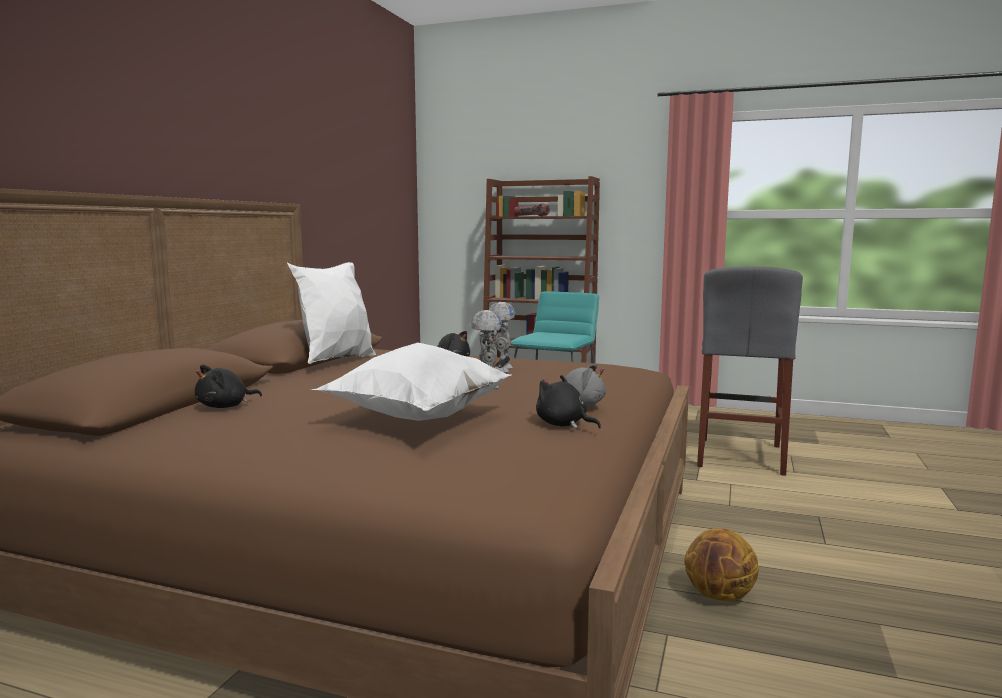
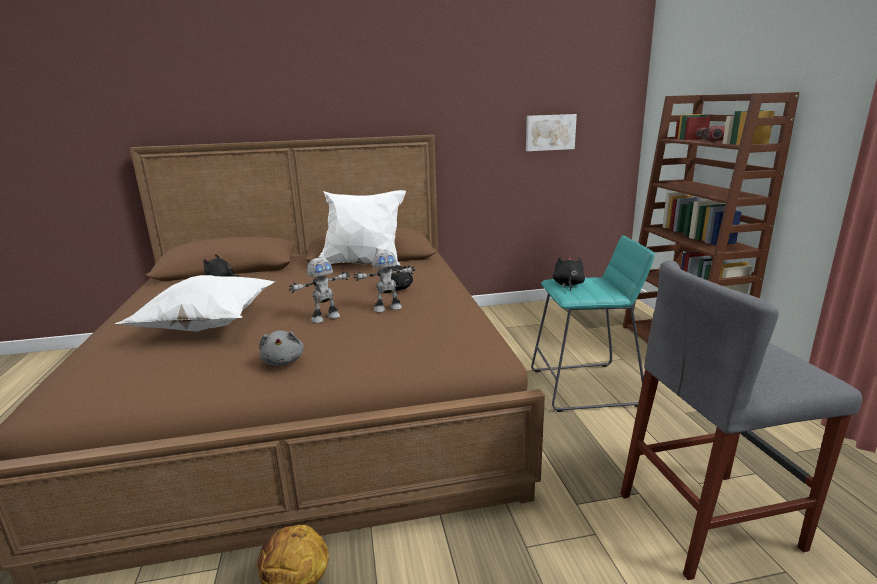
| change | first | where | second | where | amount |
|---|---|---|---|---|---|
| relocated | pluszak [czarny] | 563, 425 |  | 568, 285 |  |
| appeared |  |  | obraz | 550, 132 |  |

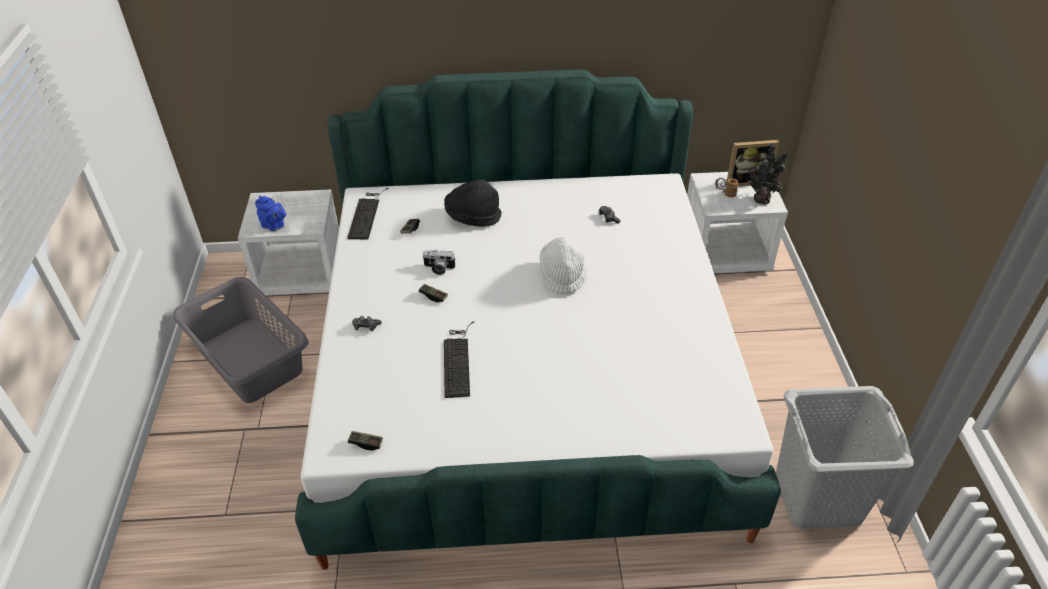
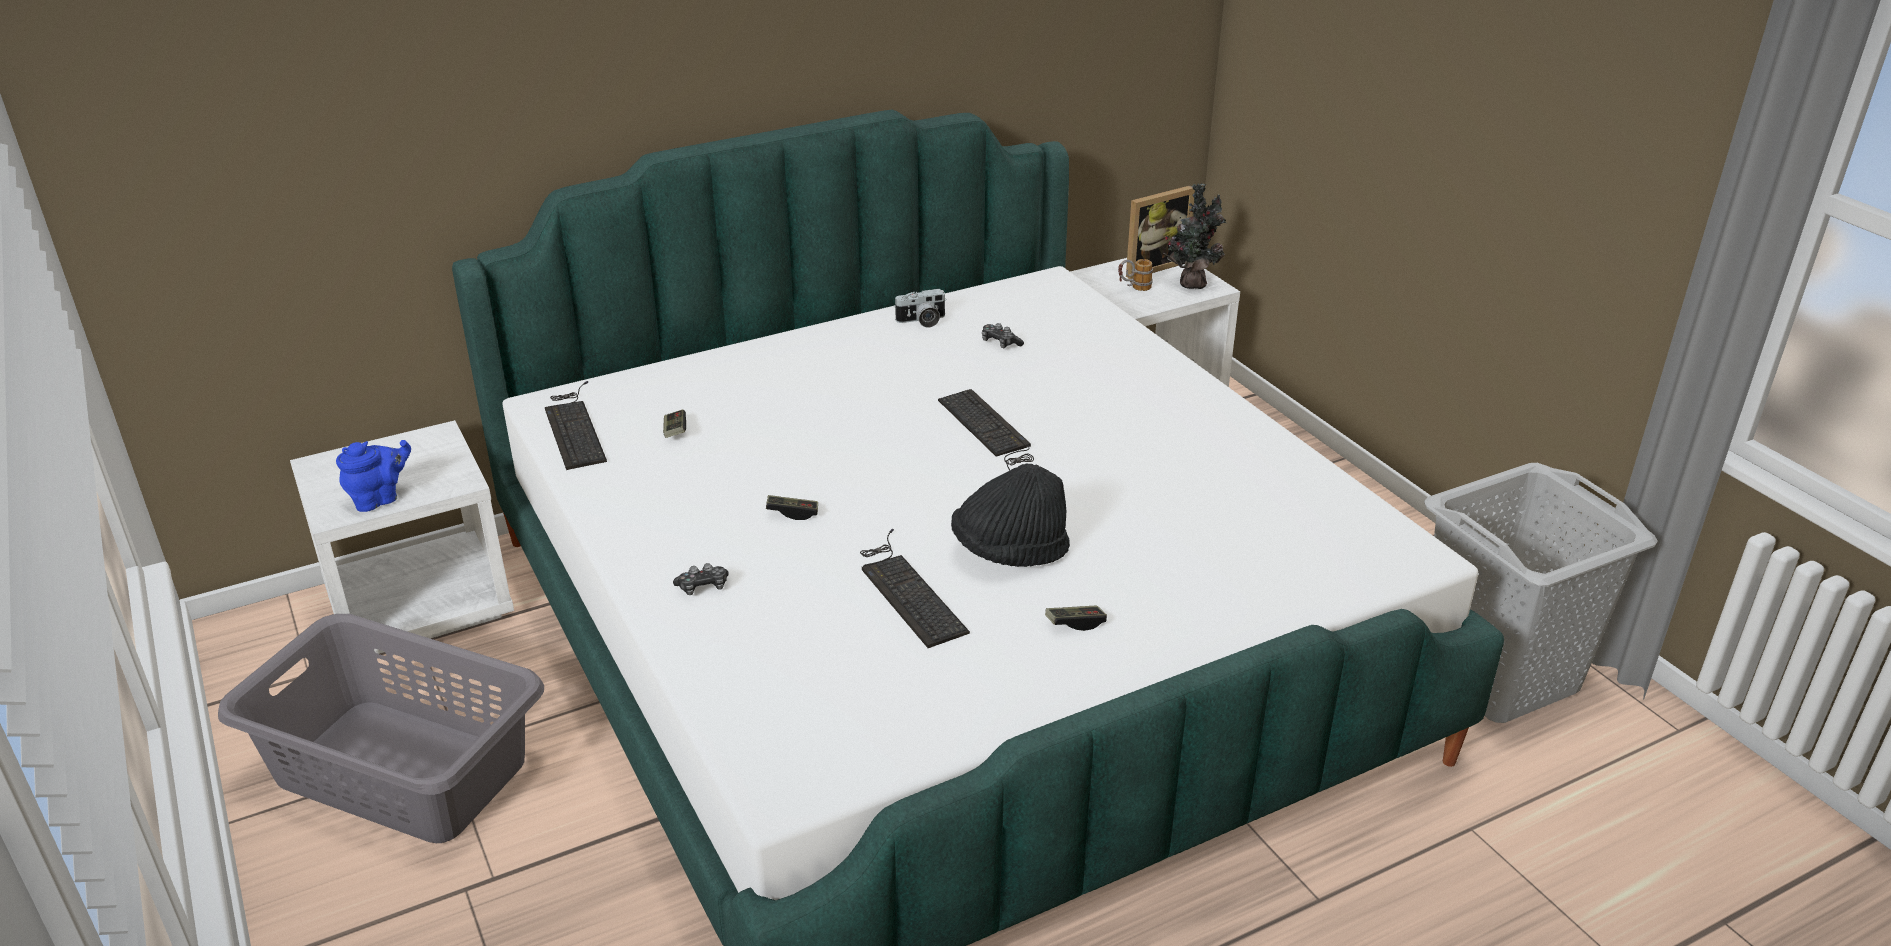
| change | first | where | second | where | amount |
|---|---|---|---|---|---|
| relocated | kapelusz [czarny] | 473, 217 |  | 1010, 551 |  |
| spun | imbryk [niebieski] | 274, 226 |  | 380, 499 | 45 degrees counterclockwise |
| exchanged | kapelusz [biały] | 563, 274 | klawiatura | 988, 431 |  |
| relocated | aparat fotograficzny | 438, 268 |  | 922, 321 |  |
| relocated | pad do gier | 366, 443 |  | 1075, 623 |  |

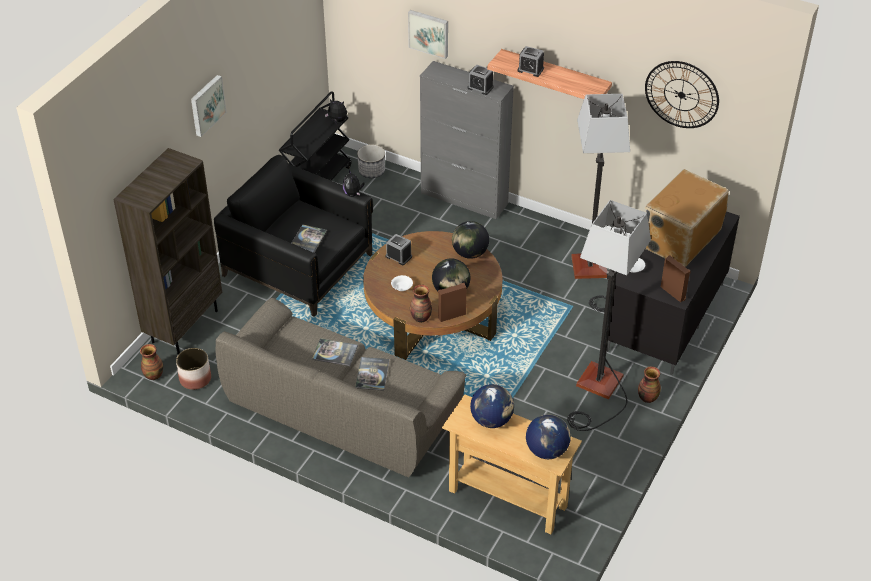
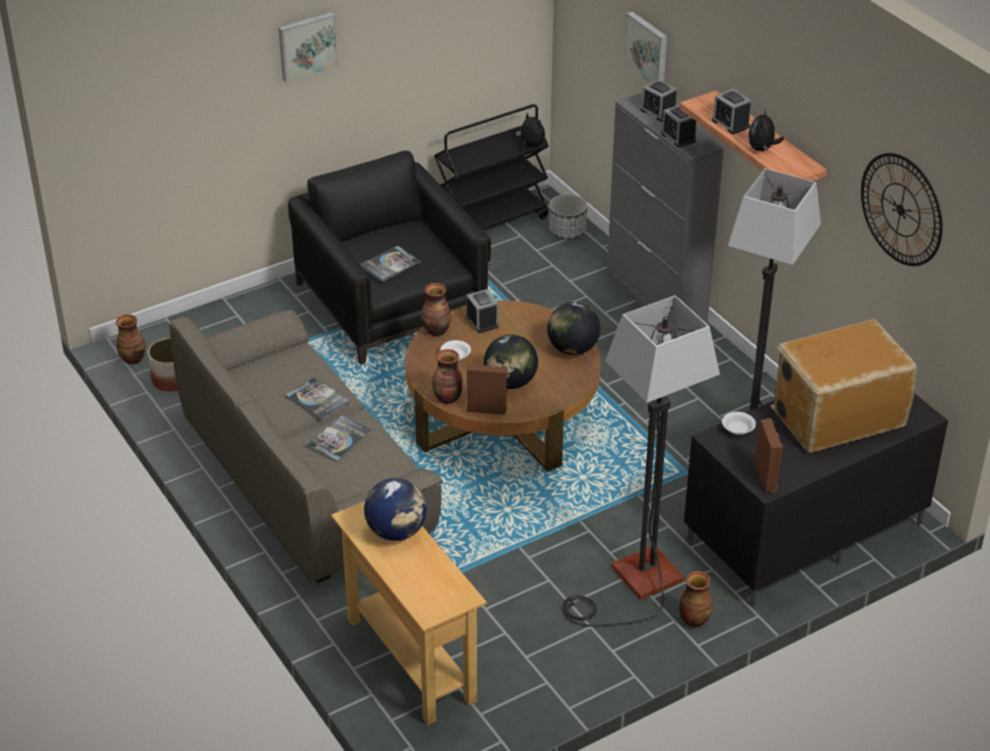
| change | first | where | second | where | amount |
|---|---|---|---|---|---|
| missing | regał [brązowy] | 184, 326 |  |  |  |
| relocated | pluszak | 353, 194 |  | 762, 149 |  |
| missing | globus | 547, 450 |  |  |  |
| appeared |  |  | budzik | 658, 112 |  |
| appeared |  |  | wazon | 437, 331 |  |

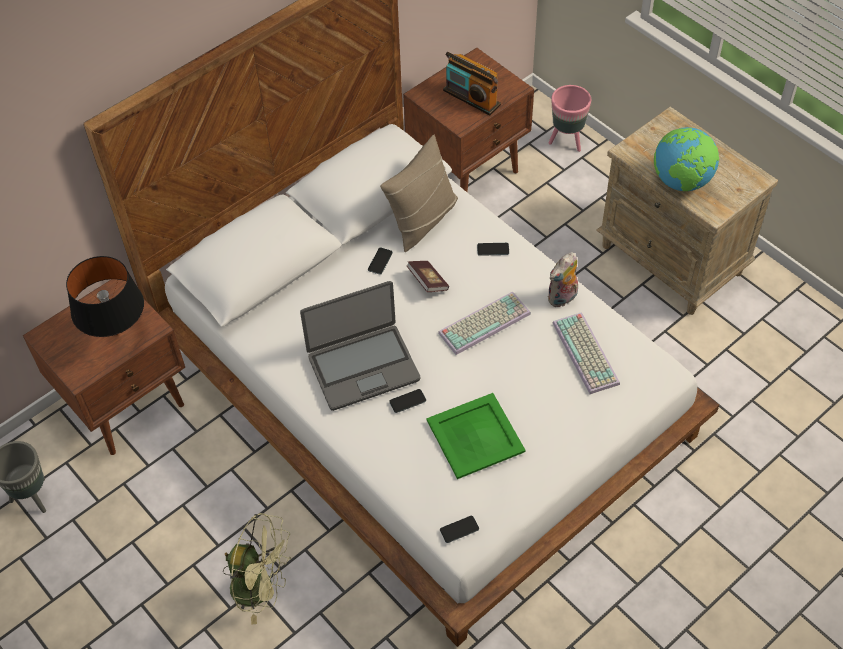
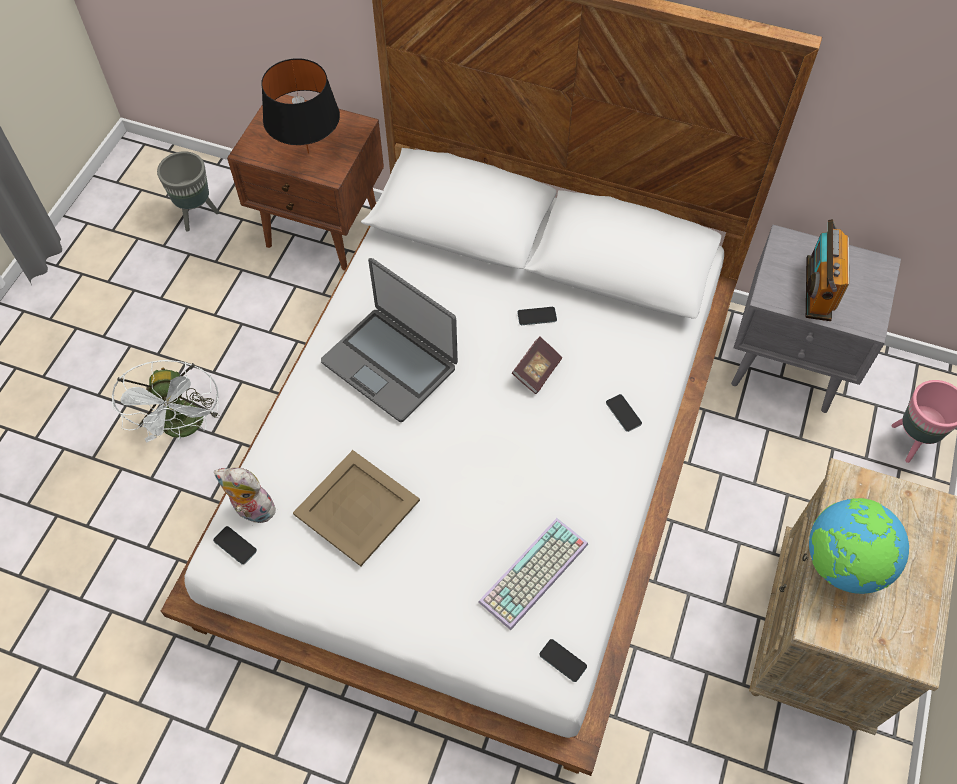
| change | first | where | second | where | amount |
|---|---|---|---|---|---|
| colour | szafka nocna [brązowy] | 468, 171 | szafka nocna [szary] | 789, 364 |  |
| missing | poduszka [beżowy] | 422, 220 |  |  |  |
| relocated | pluszak | 562, 298 |  | 251, 511 |  |
| missing | klawiatura | 484, 322 |  |  |  |
| relocated | telefon | 407, 401 |  | 563, 660 |  |
| colour | taca [zielony] | 476, 436 | taca [beżowy] | 357, 508 |  |
| colour | wentylator [zielony] | 261, 588 | wentylator [biały] | 185, 428 |  |

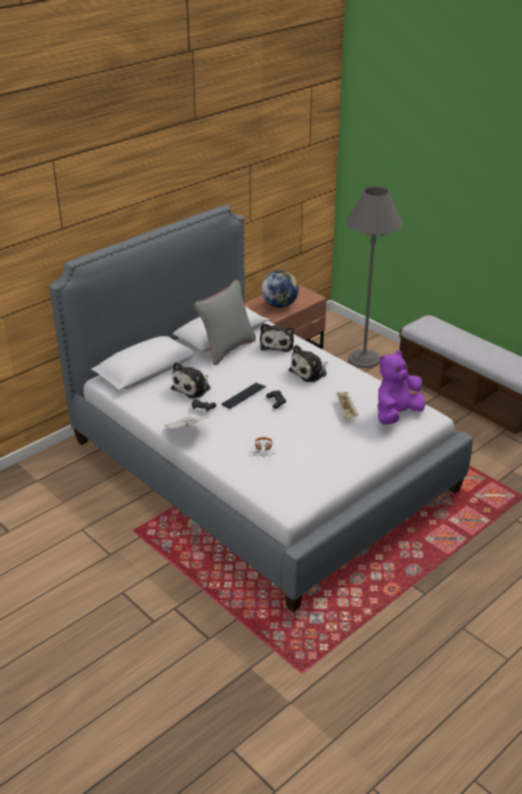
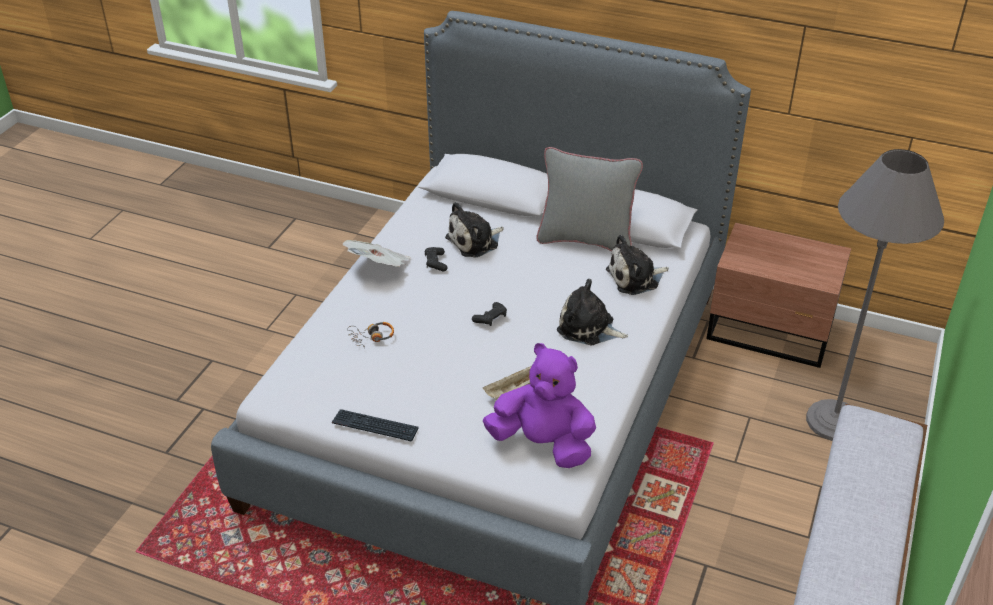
| change | first | where | second | where | amount |
|---|---|---|---|---|---|
| missing | globus | 280, 305 |  |  |  |
| spun | pluszak | 193, 388 |  | 475, 241 | 45 degrees counterclockwise |
| relocated | klawiatura | 243, 396 |  | 375, 426 |  |

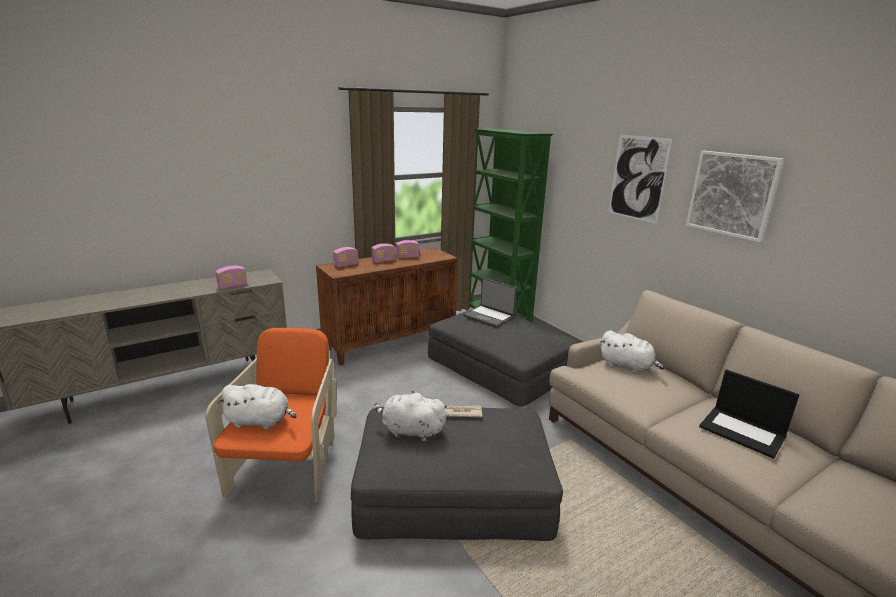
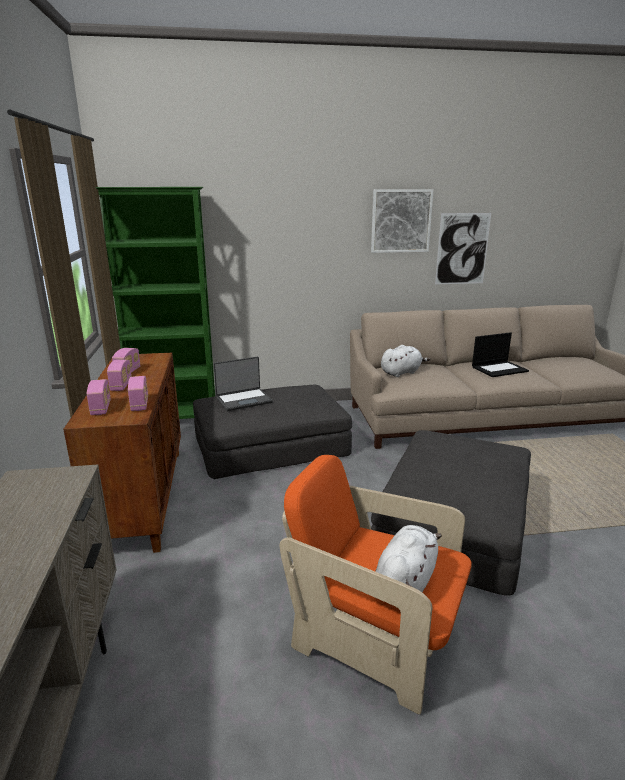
| change | first | where | second | where | amount |
|---|---|---|---|---|---|
| relocated | obraz | 638, 178 |  | 462, 249 |  |
| relocated | radio | 232, 286 |  | 140, 404 |  |
| missing | pluszak [biały] | 410, 431 |  |  |  |
| missing | gazeta | 460, 412 |  |  |  |

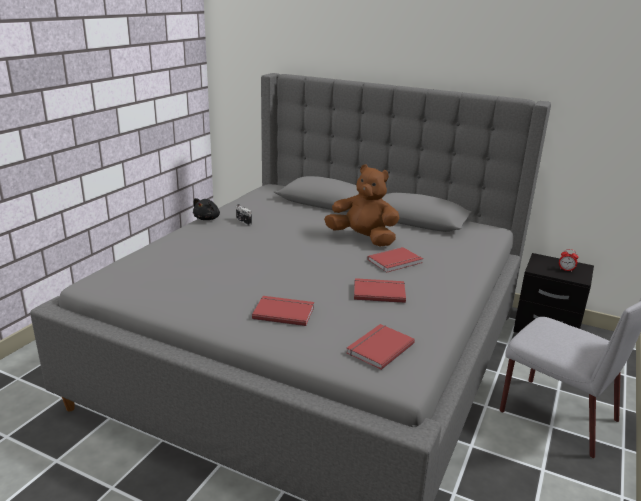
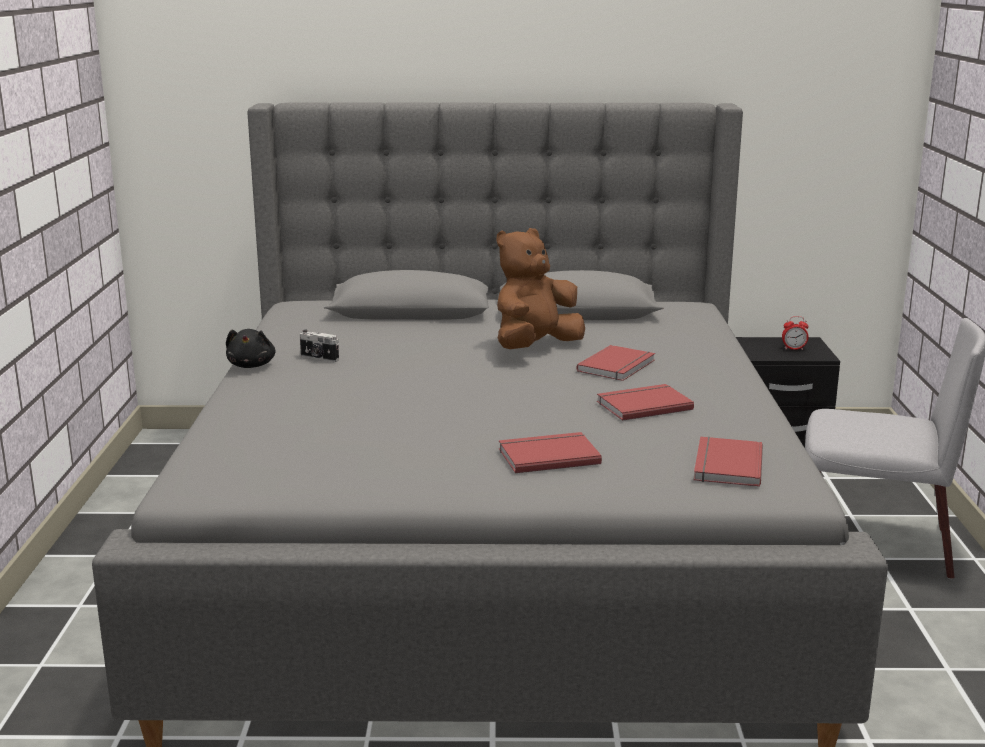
| change | first | where | second | where | amount |
|---|---|---|---|---|---|
| spun | pluszak [brązowy] | 363, 238 |  | 535, 347 | 45 degrees counterclockwise |

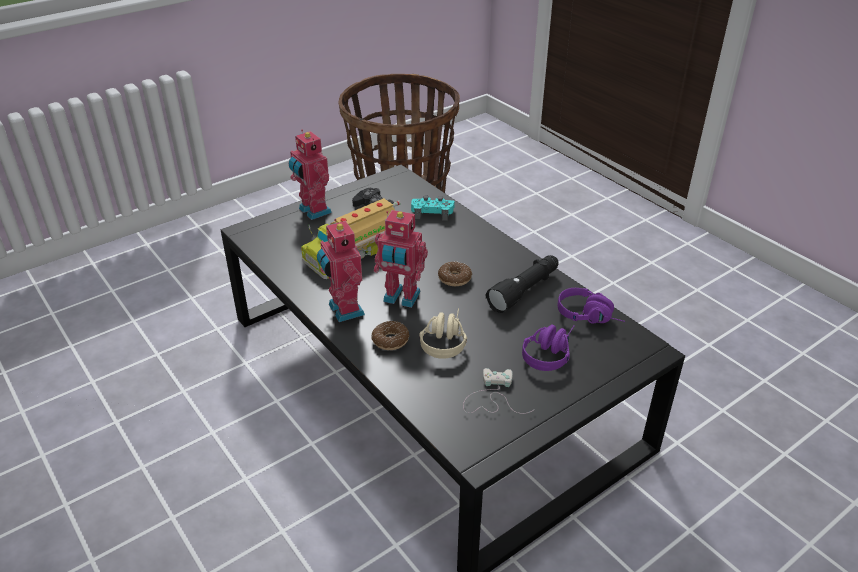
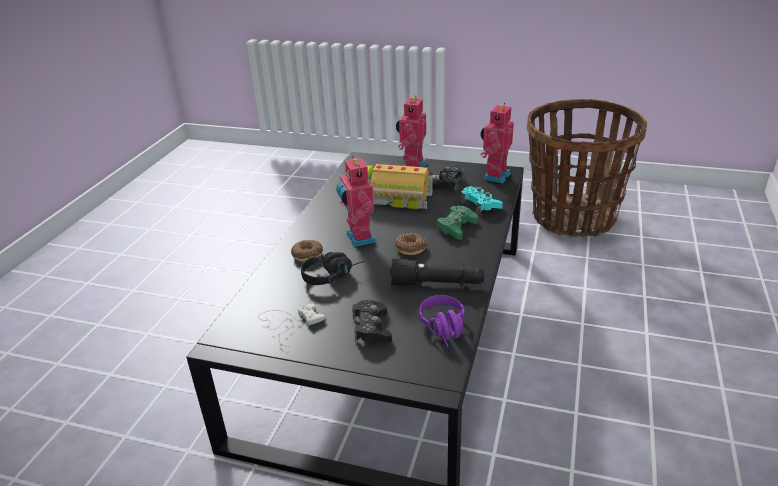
| change | first | where | second | where | amount |
|---|---|---|---|---|---|
| relocated | robot zabawkowy | 343, 310 |  | 495, 176 |  |
| colour | słuchawki [beżowy] | 444, 339 | słuchawki [czarny] | 333, 275 |  |
| exchanged | słuchawki [fioletowy] | 549, 352 | pad do gier [czarny] | 371, 328 |  |
| appeared |  |  | pad do gier [zielony] | 457, 227 |  |

